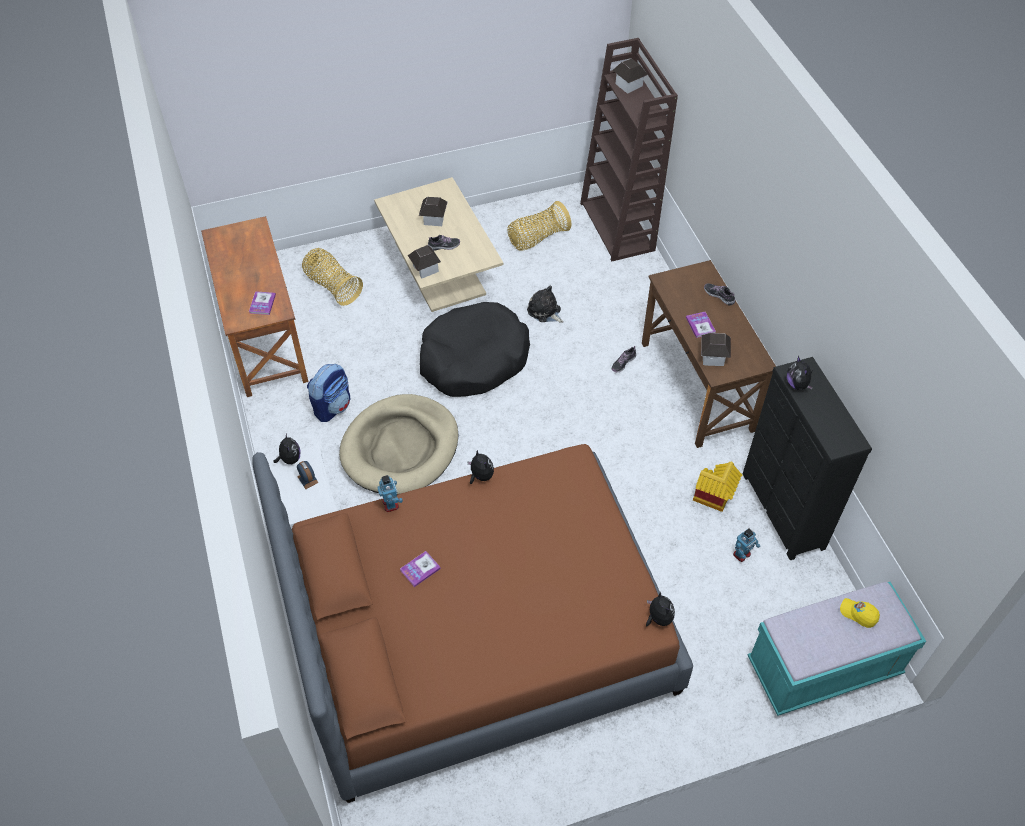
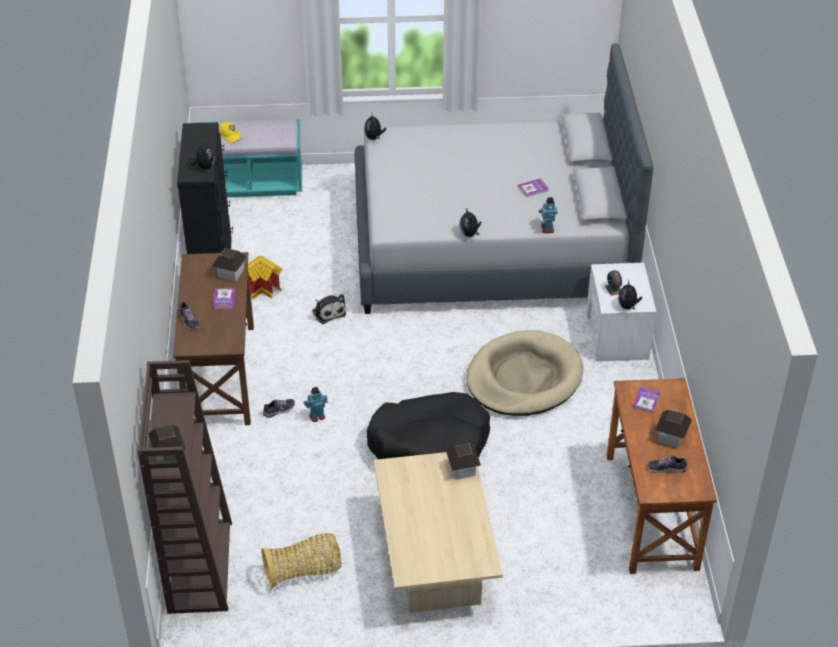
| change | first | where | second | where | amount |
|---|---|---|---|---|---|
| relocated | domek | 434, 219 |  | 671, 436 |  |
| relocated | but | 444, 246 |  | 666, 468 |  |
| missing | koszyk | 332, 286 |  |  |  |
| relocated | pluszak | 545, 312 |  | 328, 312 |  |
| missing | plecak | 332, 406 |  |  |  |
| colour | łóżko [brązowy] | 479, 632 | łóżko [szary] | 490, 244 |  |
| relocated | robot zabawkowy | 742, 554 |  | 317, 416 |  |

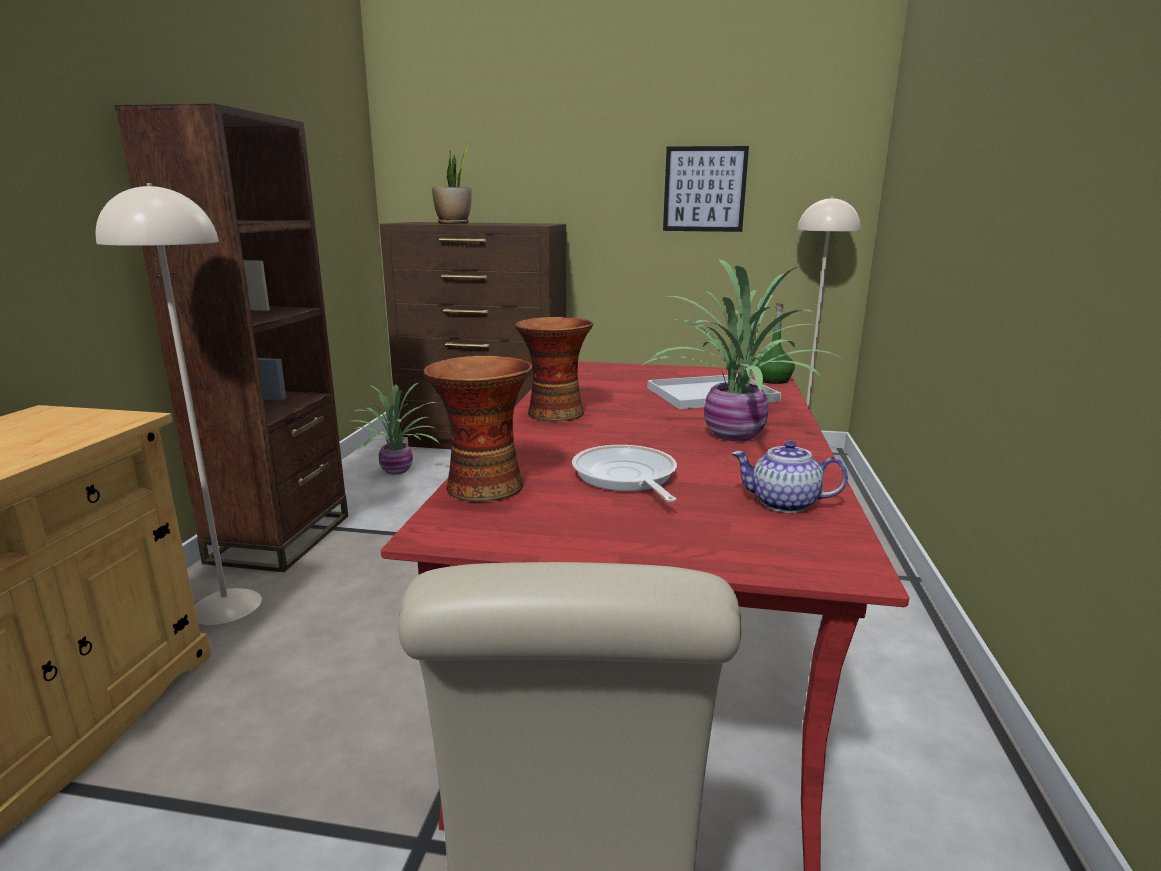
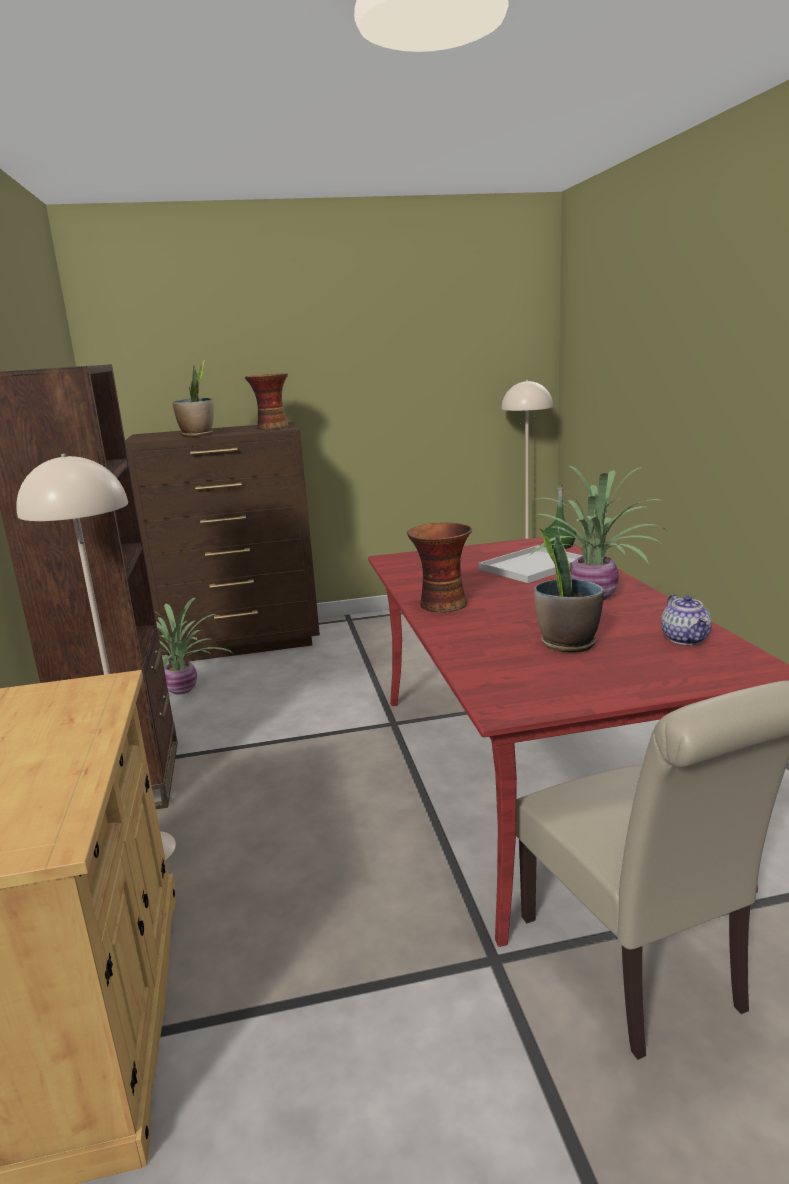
| change | first | where | second | where | amount |
|---|---|---|---|---|---|
| missing | obraz | 704, 189 |  |  |  |
| relocated | wazon | 482, 487 |  | 271, 428 |  |
| spun | imbryk | 783, 503 |  | 685, 639 | 90 degrees counterclockwise |
| exchanged | patelnia | 625, 477 | roślina doniczkowa | 567, 643 |  |

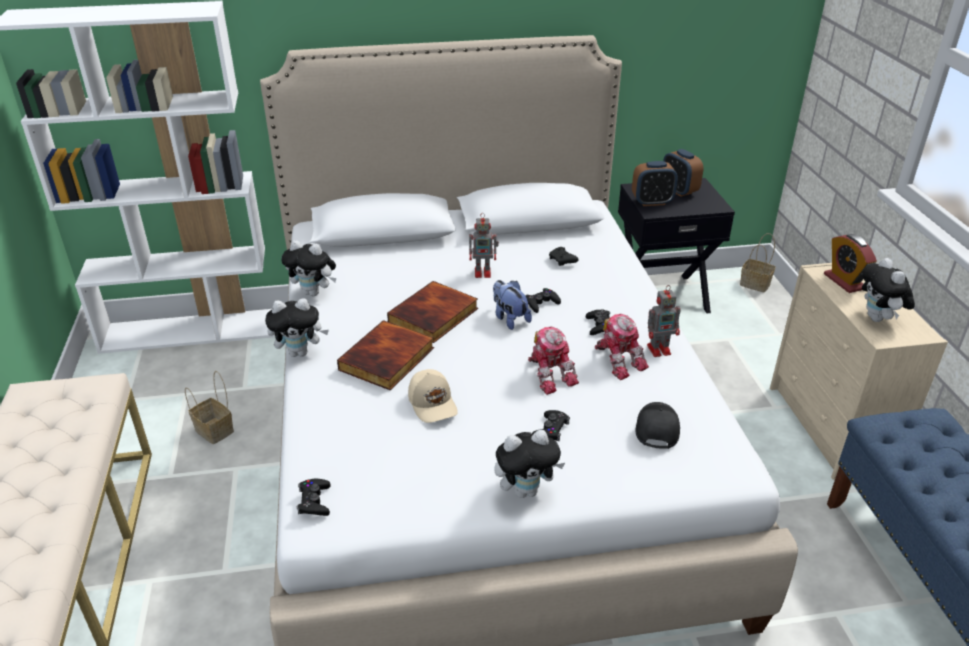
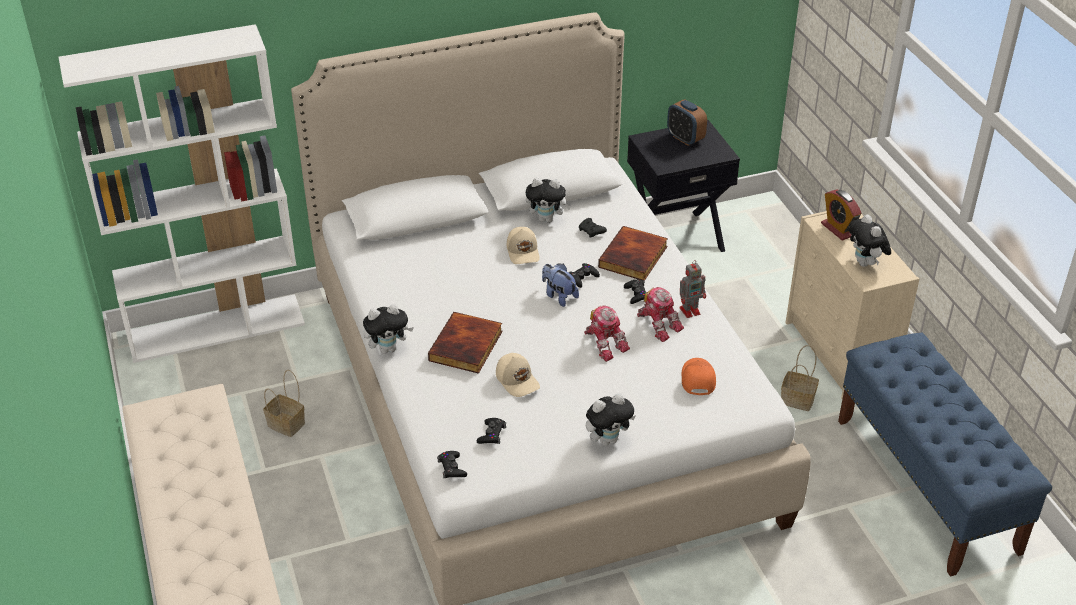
| change | first | where | second | where | amount |
|---|---|---|---|---|---|
| missing | budzik | 652, 202 |  |  |  |
| exchanged | robot zabawkowy | 484, 272 | czapka z daszkiem [beżowy] | 523, 251 |  |
| relocated | koszyk | 756, 284 |  | 798, 399 |  |
| relocated | pluszak | 314, 292 |  | 547, 219 |  |
| relocated | książka | 434, 316 |  | 634, 257 |  |
| colour | czapka z daszkiem [czarny] | 656, 429 | czapka z daszkiem [pomarańczowy] | 697, 379 |  |
| relocated | pad do gier [czarny] | 551, 429 |  | 492, 434 |  |

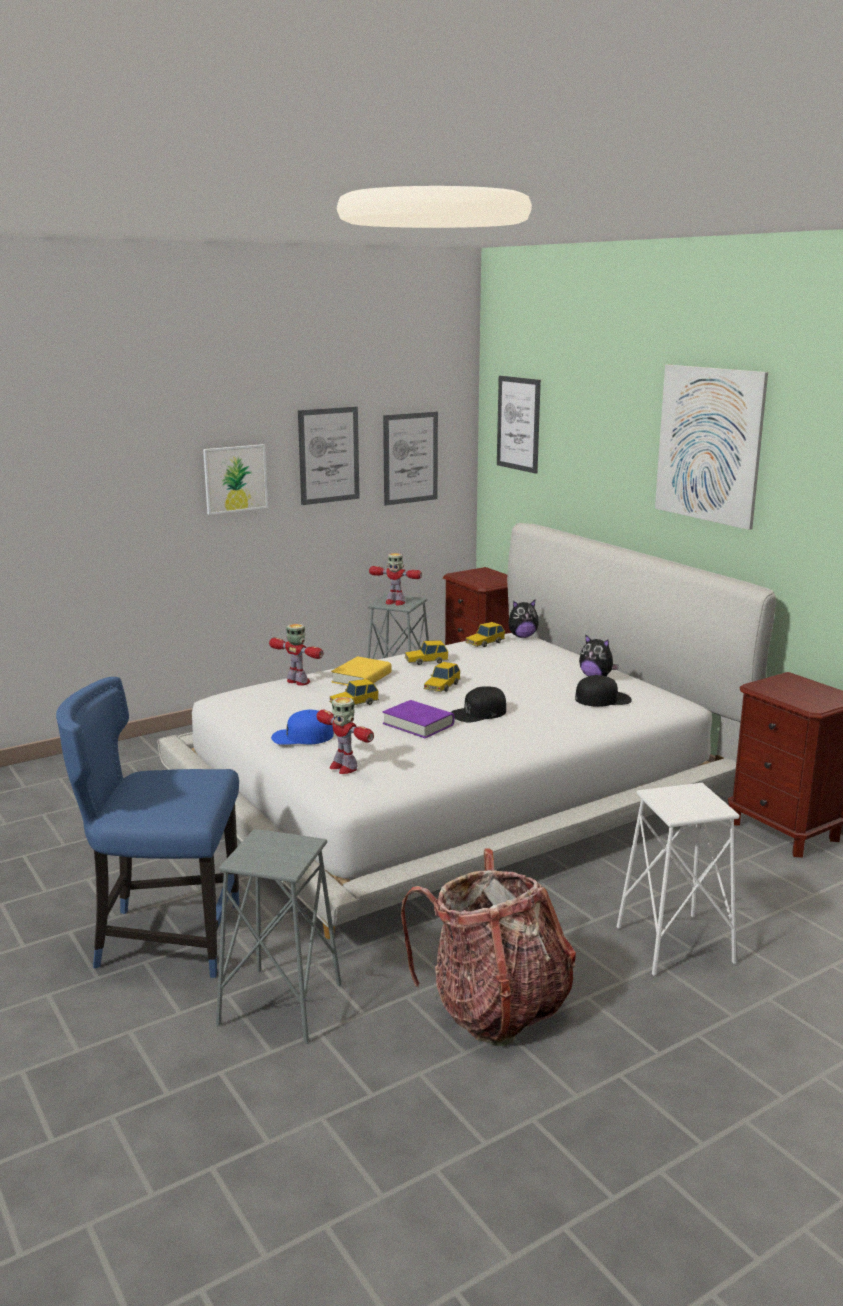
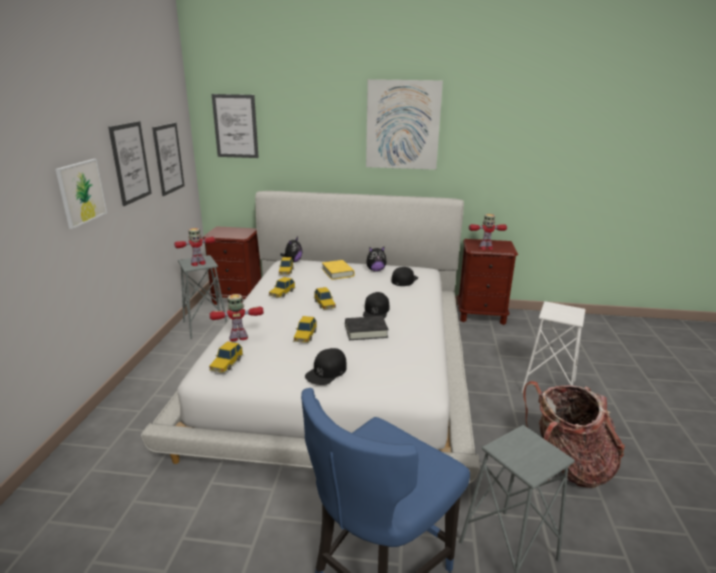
| change | first | where | second | where | amount |
|---|---|---|---|---|---|
| relocated | książka [żółty] | 361, 678 |  | 337, 272 |  |
| relocated | robot zabawkowy | 343, 767 |  | 485, 248 |  |
| colour | książka [fioletowy] | 418, 724 | książka [czarny] | 366, 331 |  |
| colour | czapka z daszkiem [niebieski] | 302, 736 | czapka z daszkiem [czarny] | 326, 371 |  |
| appeared |  |  | samochodzik | 226, 363 |  |

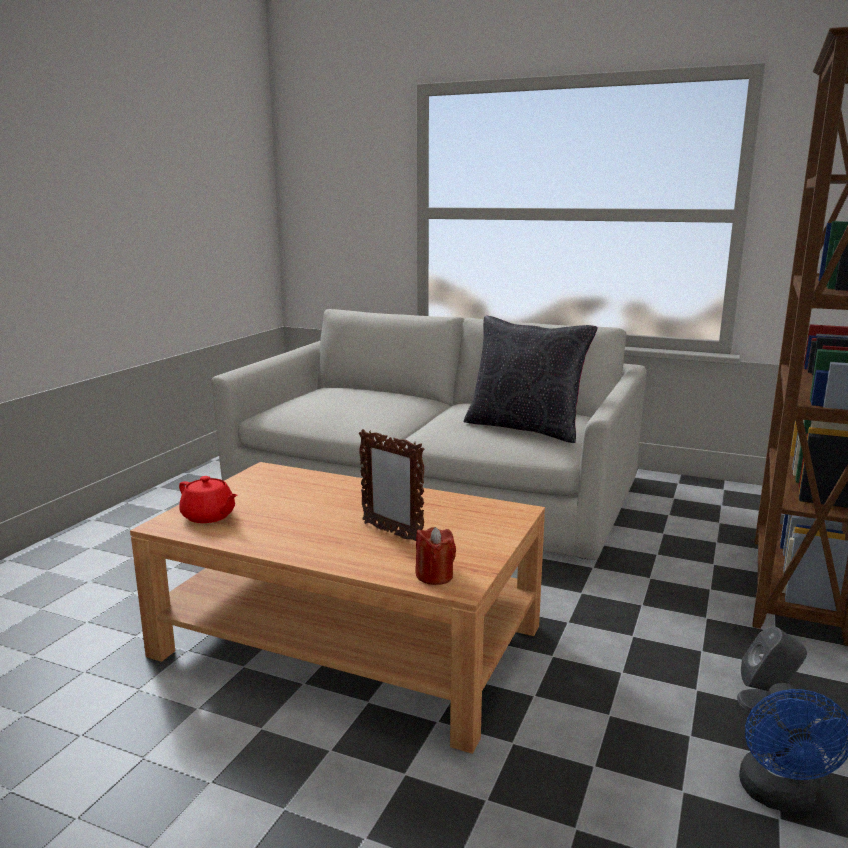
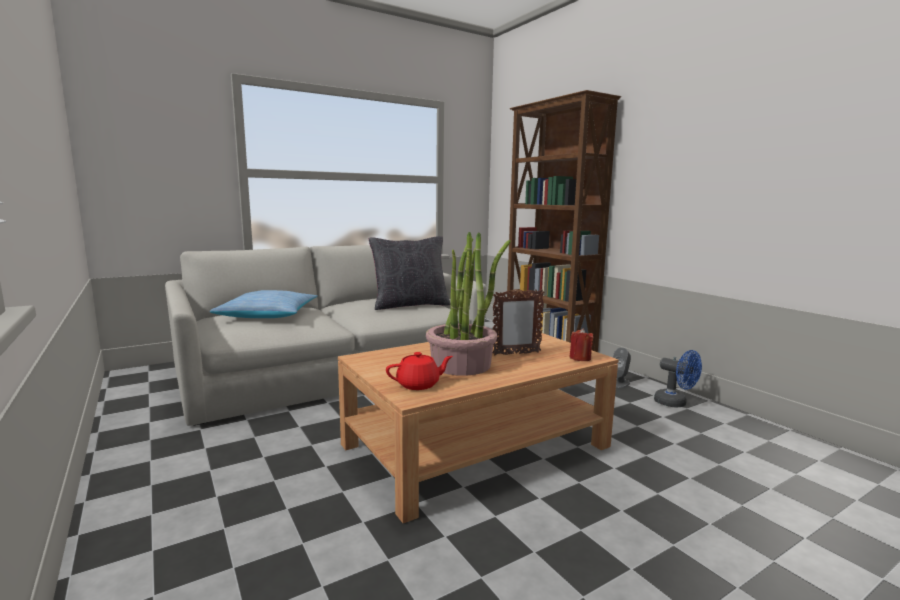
| change | first | where | second | where | amount |
|---|---|---|---|---|---|
| appeared |  |  | roślina doniczkowa | 461, 365 |  |
| appeared |  |  | poduszka | 268, 314 |  |

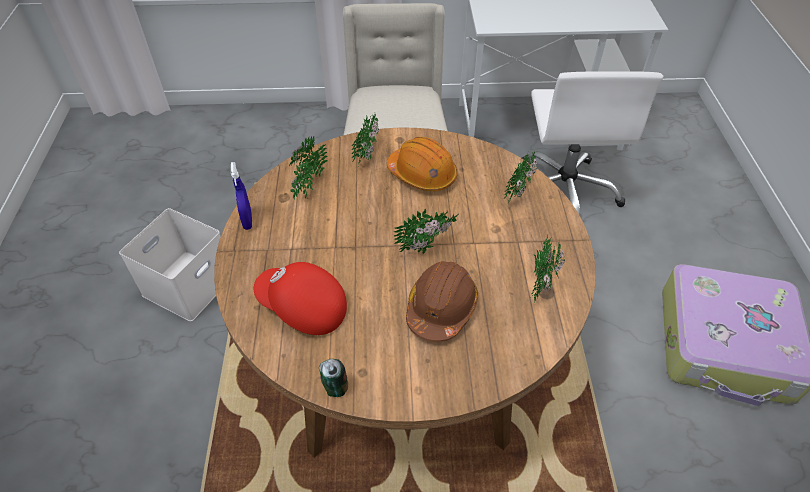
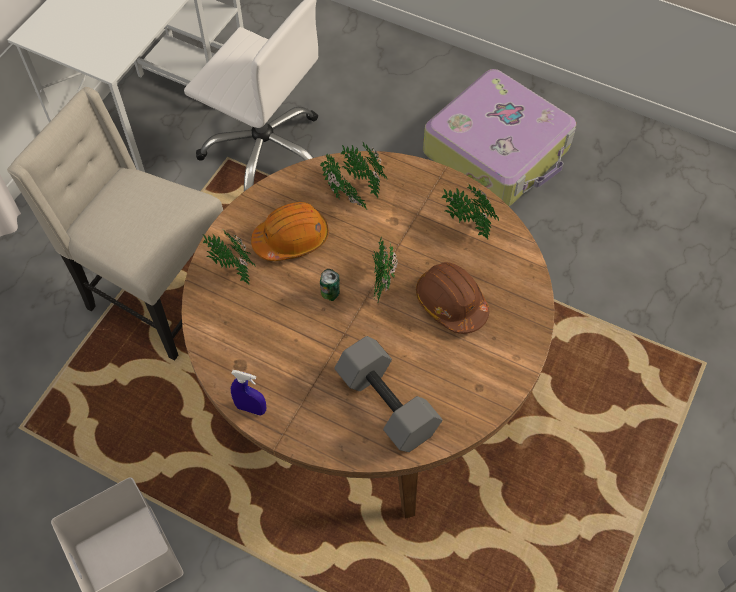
| change | first | where | second | where | amount |
|---|---|---|---|---|---|
| relocated | roślina doniczkowa | 308, 189 |  | 344, 200 |  |
| exchanged | czapka z daszkiem [czerwony] | 303, 308 | hantel [szary] | 389, 404 |  |
| relocated | puszka | 335, 388 |  | 330, 294 |  |

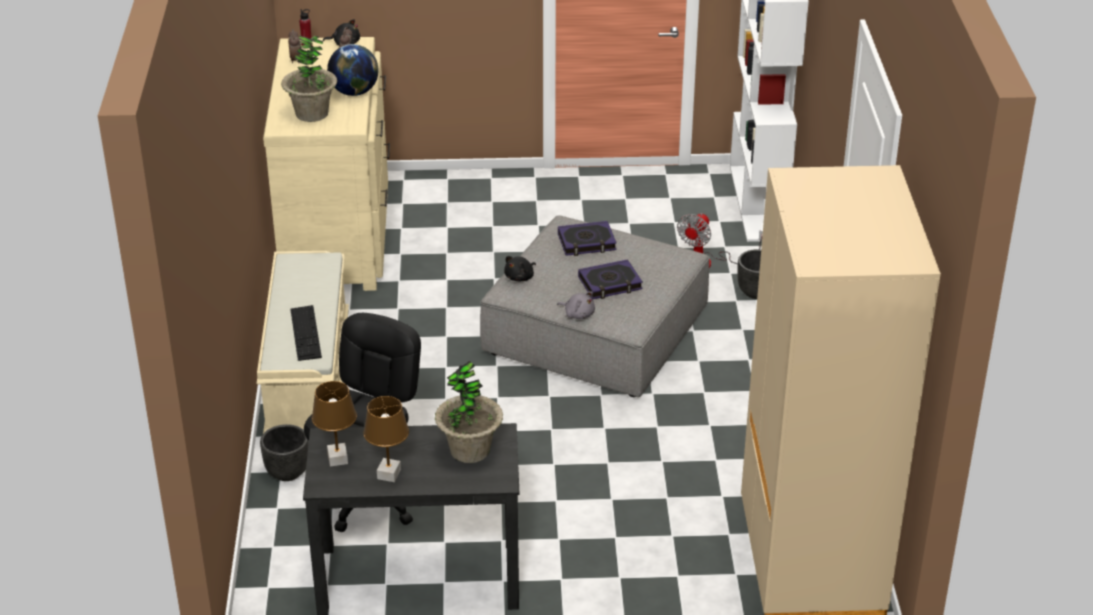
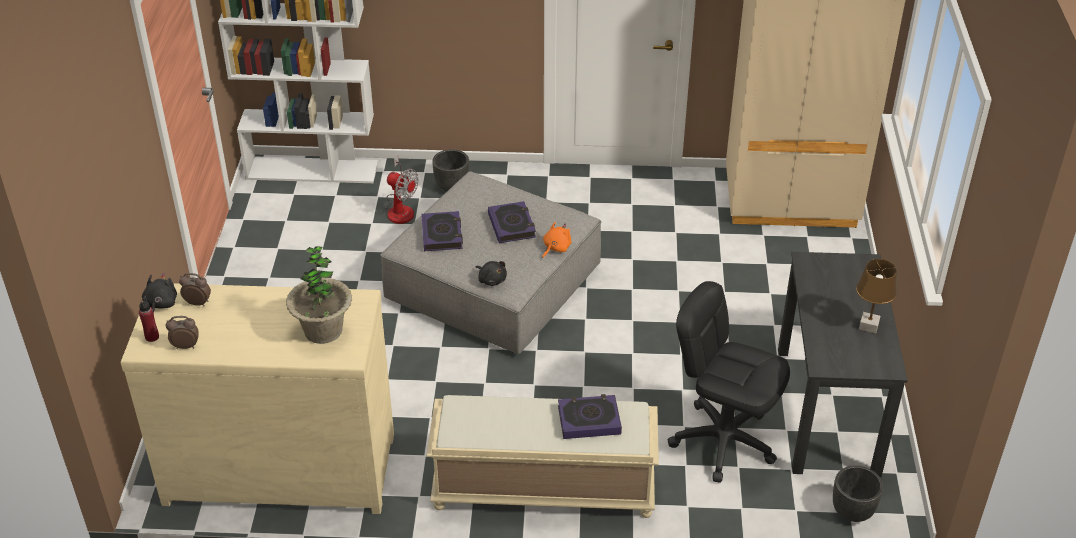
| change | first | where | second | where | amount |
|---|---|---|---|---|---|
| missing | globus | 354, 92 |  |  |  |
| colour | pluszak [szary] | 578, 314 | pluszak [pomarańczowy] | 555, 248 |  |
| exchanged | klawiatura | 305, 333 | książka | 589, 420 |  |
| missing | roślina doniczkowa | 469, 450 |  |  |  |
| missing | lampa stołowa [brązowy] | 337, 459 |  |  |  |
| relocated | donica [czarny] | 286, 472 |  | 852, 512 |  |

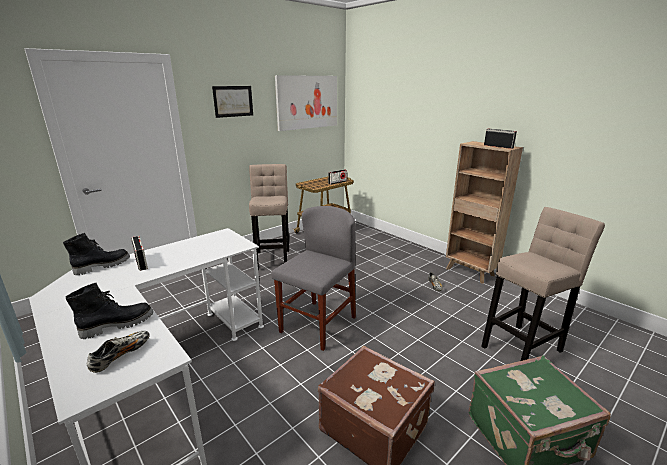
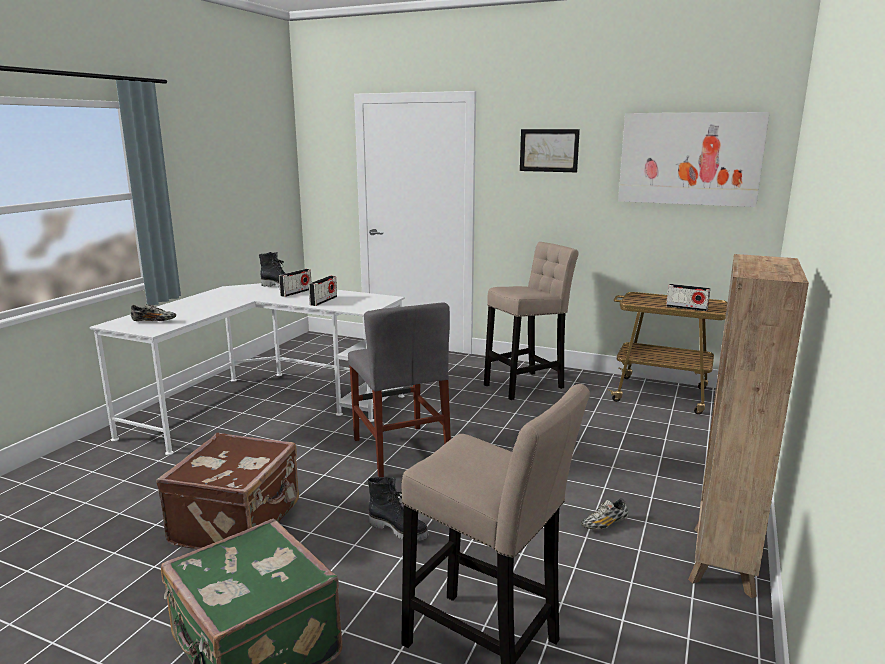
| change | first | where | second | where | amount |
|---|---|---|---|---|---|
| relocated | radio | 498, 146 |  | 323, 301 |  |
| spun | krzesło [szary] | 318, 324 |  | 400, 450 | 60 degrees clockwise |
| relocated | but z cholewką [czarny] | 117, 325 |  | 399, 529 |  |

